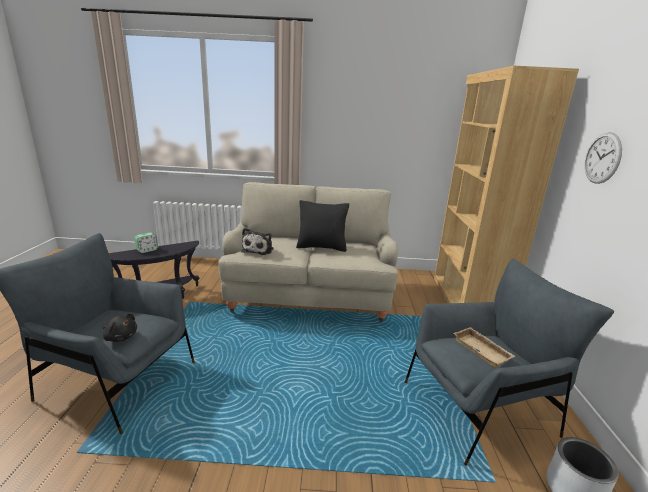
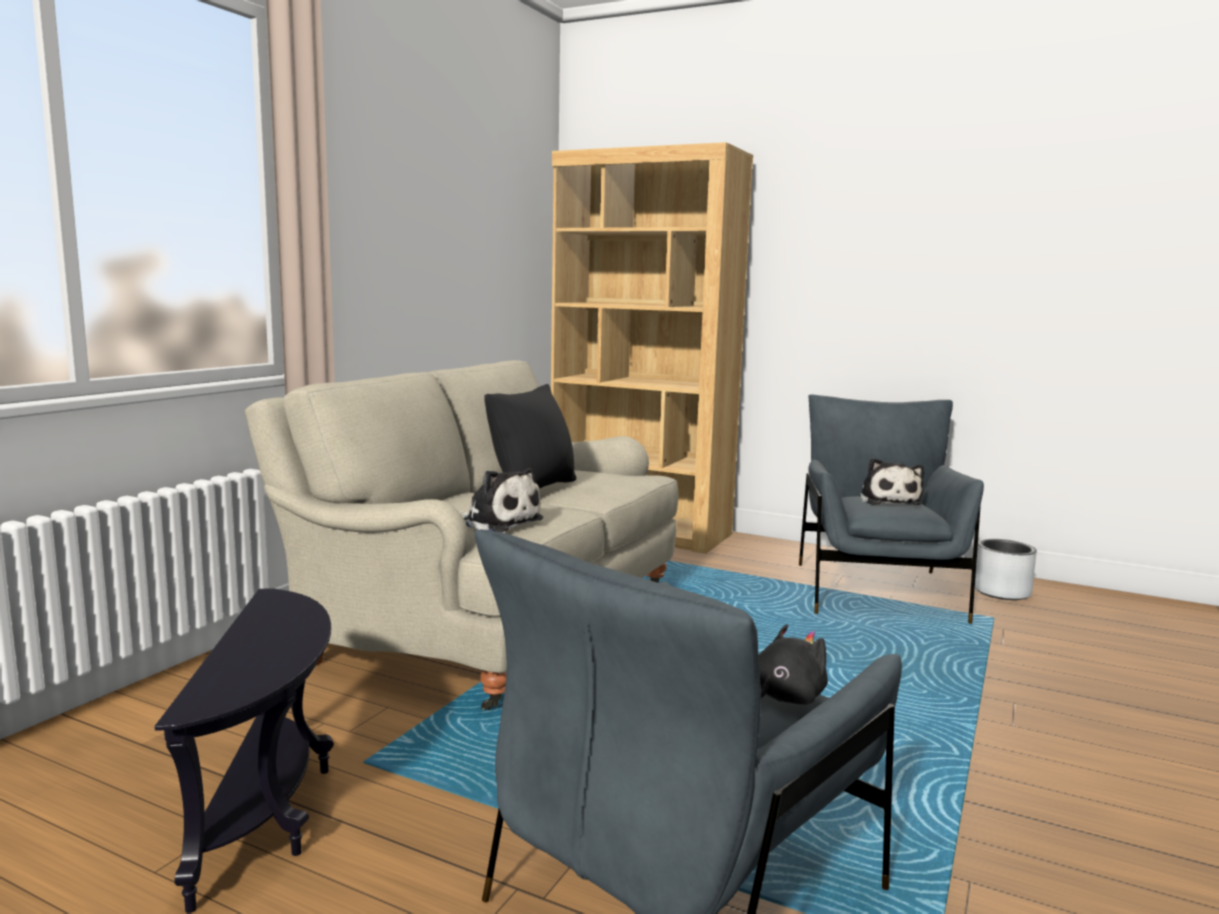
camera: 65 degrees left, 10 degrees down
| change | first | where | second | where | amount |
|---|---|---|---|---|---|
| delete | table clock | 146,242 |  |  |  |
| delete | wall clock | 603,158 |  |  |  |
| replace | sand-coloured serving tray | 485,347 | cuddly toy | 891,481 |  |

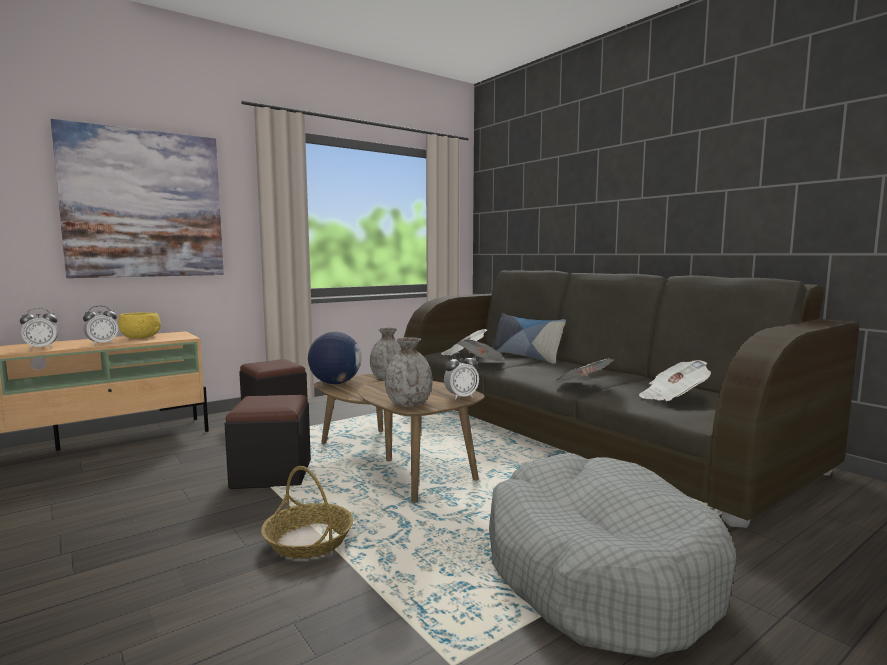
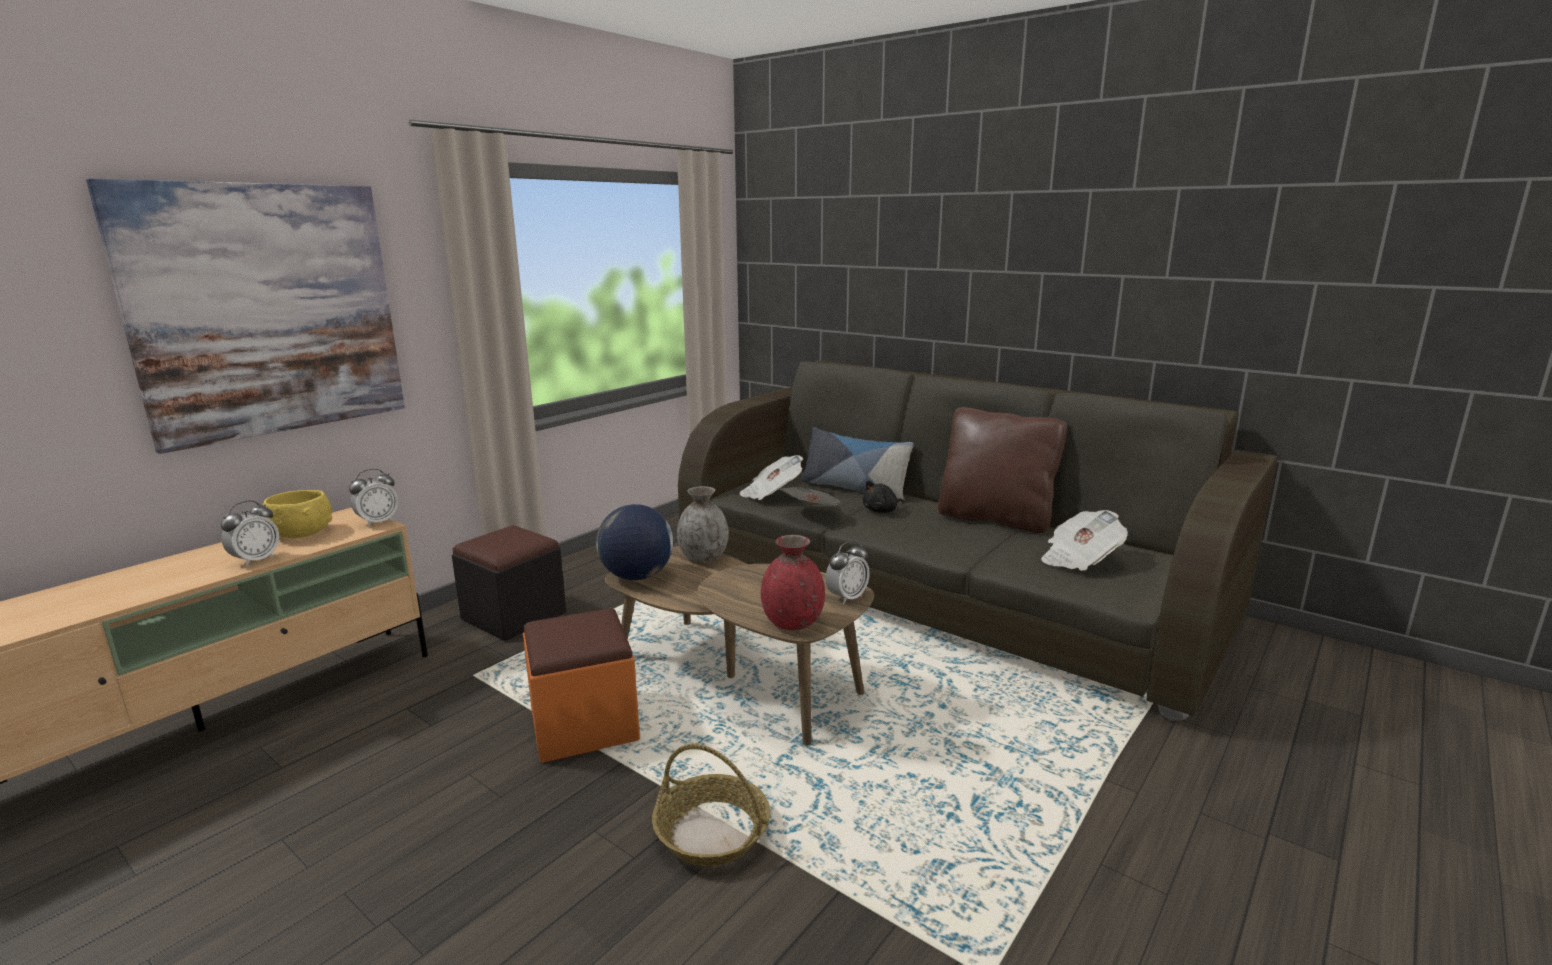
camera: 15 degrees left, 10 degrees up
| change | first | where | second | where | amount |
|---|---|---|---|---|---|
| delete | greyish dog cushion | 612,556 |  |  |  |
| delete | newspaper | 583,370 |  |  |  |
| insert |  |  | black-coloured cuddly toy | 883,496 |  |
| insert |  |  | brownish pillow | 1002,470 |  |
| move | table clock | 39,329 |  | 373,498 |  |
| recolor | black-coloured pouffe | 268,442 | orange-coloured pouffe | 581,686 |  |
| recolor | greyish flower vase | 409,372 | reddish flower vase | 793,582 |  |

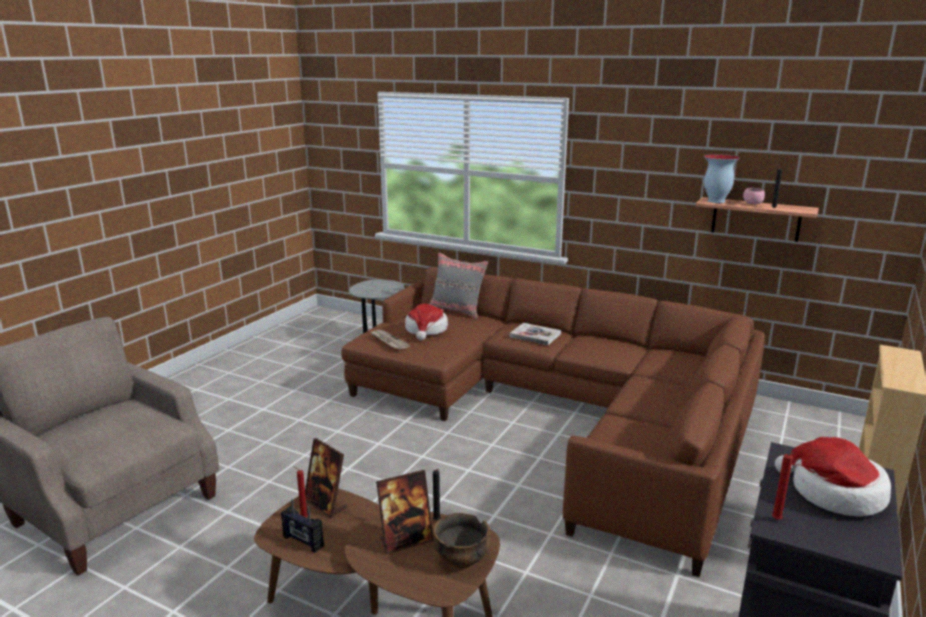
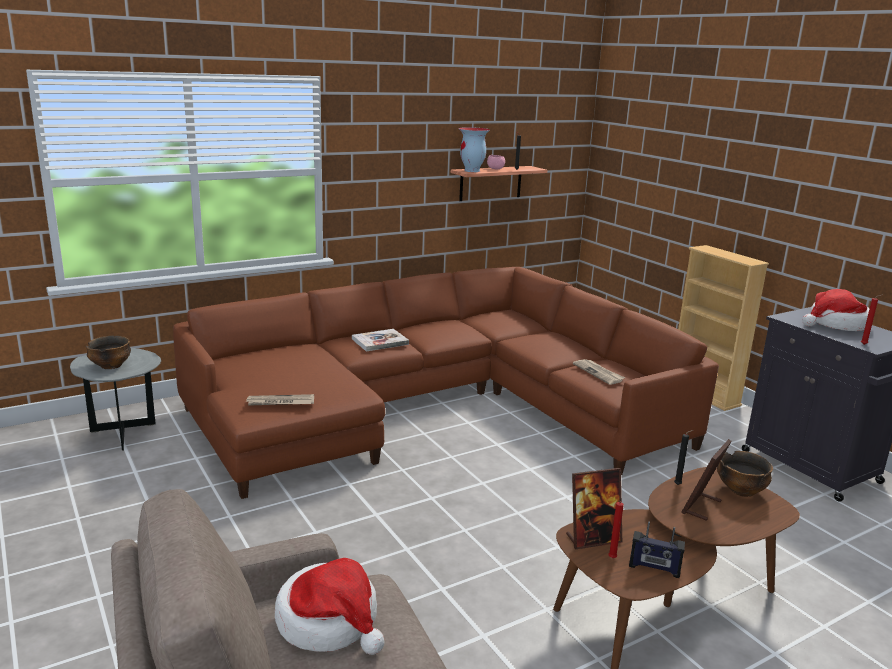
camera: 60 degrees left, 0 degrees up
| change | first | where | second | where | amount |
|---|---|---|---|---|---|
| delete | greyish pillow | 459,285 |  |  |  |
| insert |  |  | bowl | 108,352 |  |
| insert |  |  | newspaper | 599,372 |  |
| move | wearable hat | 426,322 |  | 330,606 |  |
| rotate | radio receiver | 302,526 |  | 657,549 | 45 degrees clockwise |
| rotate | photo frame | 405,512 |  | 706,480 | 150 degrees counterclockwise |

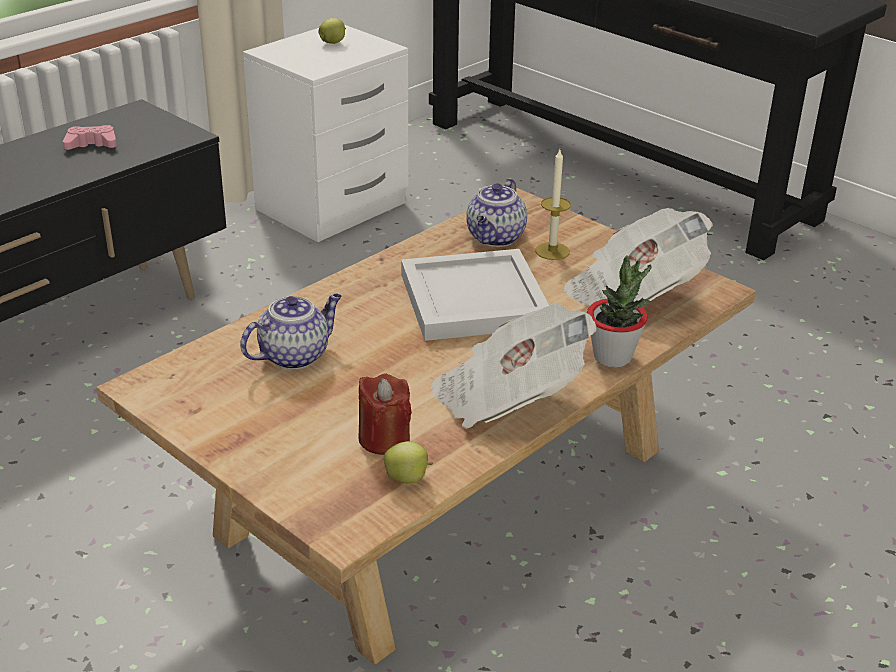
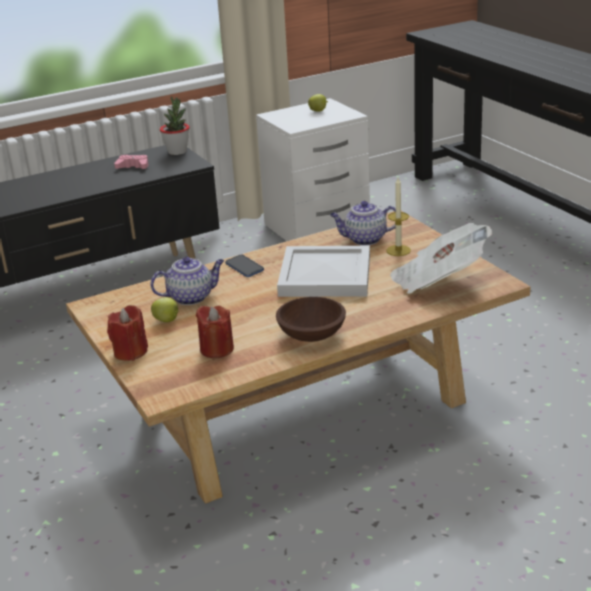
camera: 20 degrees right, 5 degrees down
| change | first | where | second | where | amount |
|---|---|---|---|---|---|
| insert |  |  | reddish wax candle | 127,333 |  |
| insert |  |  | phone | 244,266 |  |
| move | apple | 408,462 |  | 165,309 |  |
| move | potted plant | 619,311 |  | 174,126 |  |
| replace | newspaper | 513,366 | brownish bowl | 311,319 |  |
| rotate | tea pot | 496,212 |  | 363,223 | 45 degrees clockwise |

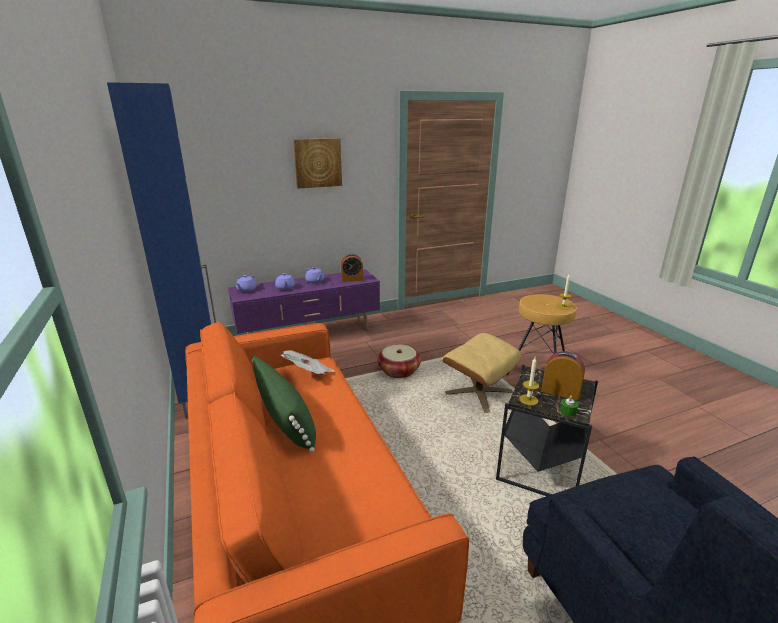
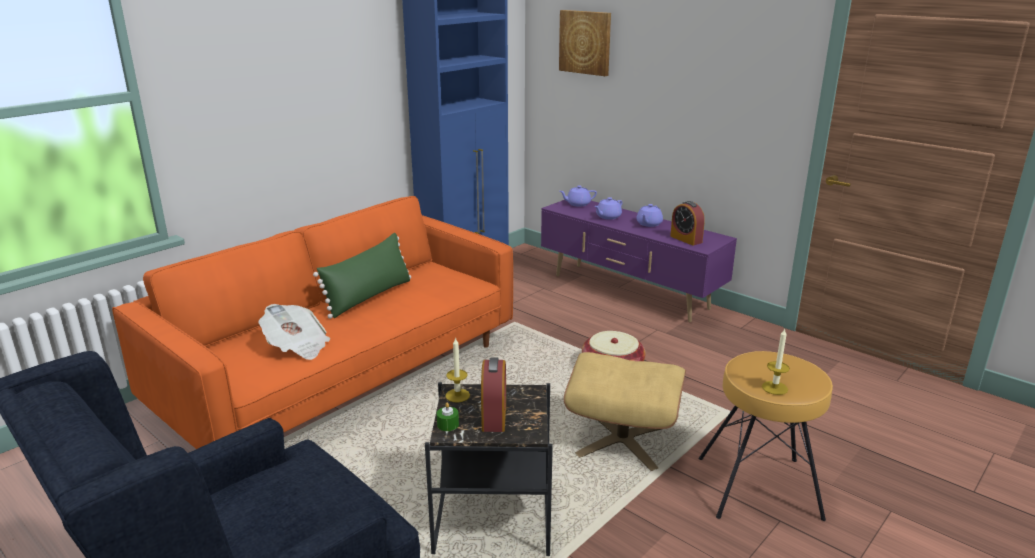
camera: 65 degrees right, 0 degrees up
| change | first | where | second | where | amount |
|---|---|---|---|---|---|
| move | newspaper | 308,362 |  | 294,332 |  |
| move | wall picture | 317,163 |  | 585,43 |  |

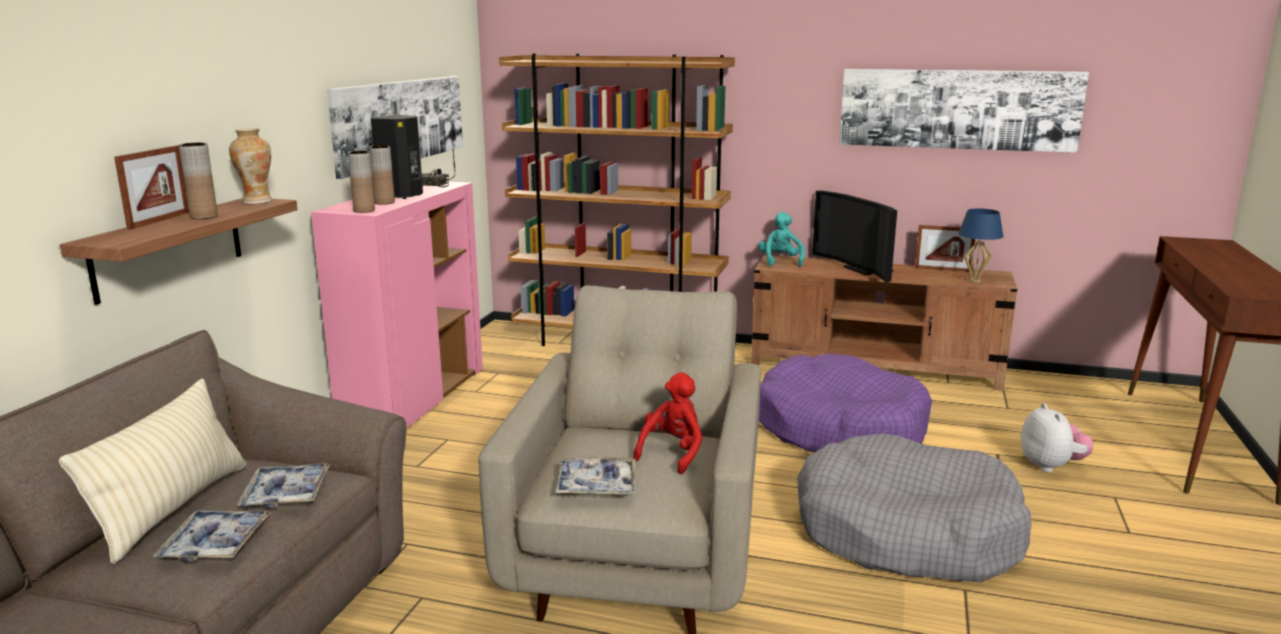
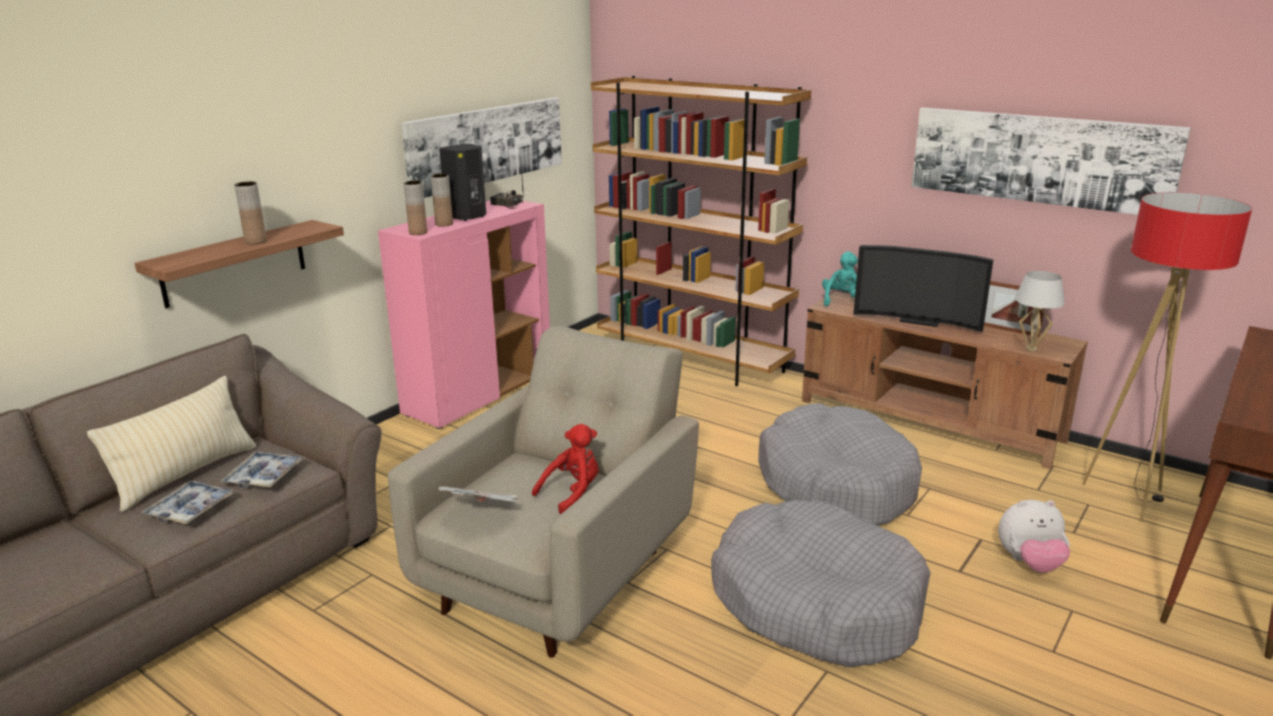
camera: 20 degrees right, 5 degrees up
| change | first | where | second | where | amount |
|---|---|---|---|---|---|
| delete | photo frame | 151,188 |  |  |  |
| delete | flower vase | 250,166 |  |  |  |
| insert |  |  | floor lamp | 1167,357 |  |
| replace | serving tray | 595,476 | newspaper | 478,494 |  |
| recolor | purple dog cushion | 845,403 | greyish dog cushion | 840,464 |  |
| recolor | blue table lamp | 980,245 | white table lamp | 1040,311 |  |
| rotate | television | 854,236 |  | 923,288 | 60 degrees counterclockwise |
| rotate | cuddly toy | 1057,438 |  | 1034,536 | 75 degrees clockwise |

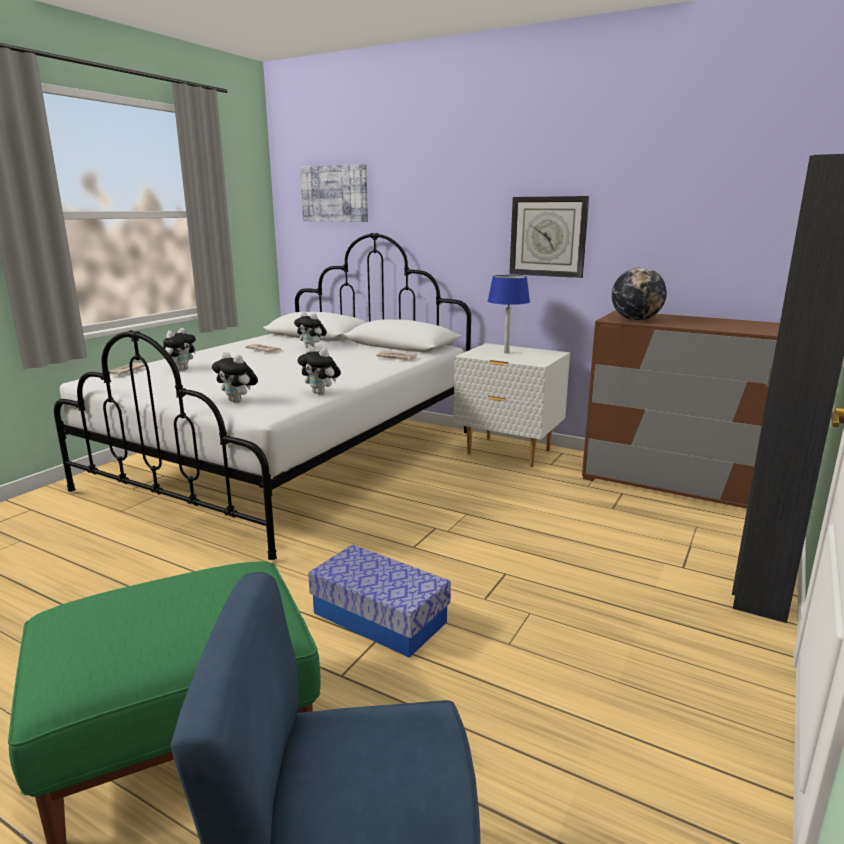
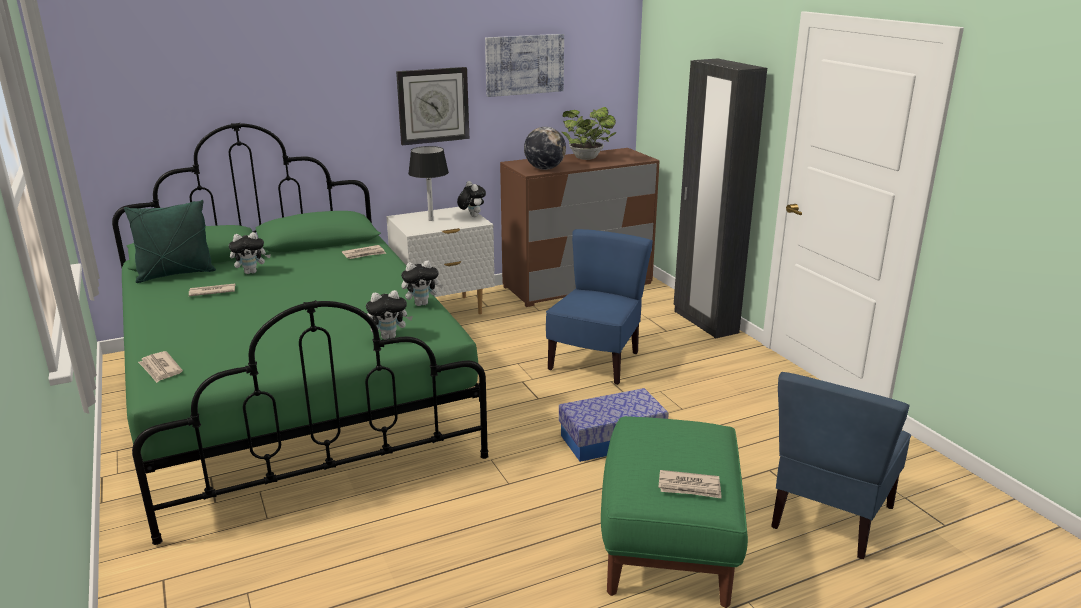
camera: 55 degrees left, 5 degrees up
| change | first | where | second | where | amount |
|---|---|---|---|---|---|
| insert |  |  | greenish pillow | 170,241 |  |
| insert |  |  | blue chair | 599,307 |  |
| insert |  |  | potted plant | 589,133 |  |
| insert |  |  | newspaper | 690,484 |  |
| move | cuddly toy | 179,349 |  | 471,199 |  |
| move | wall picture | 334,193 |  | 524,65 |  |
| recolor | white bedroom bed | 262,396 | greenish bedroom bed | 300,334 |  |
| recolor | blue table lamp | 509,314 | black-coloured table lamp | 428,183 |  |

